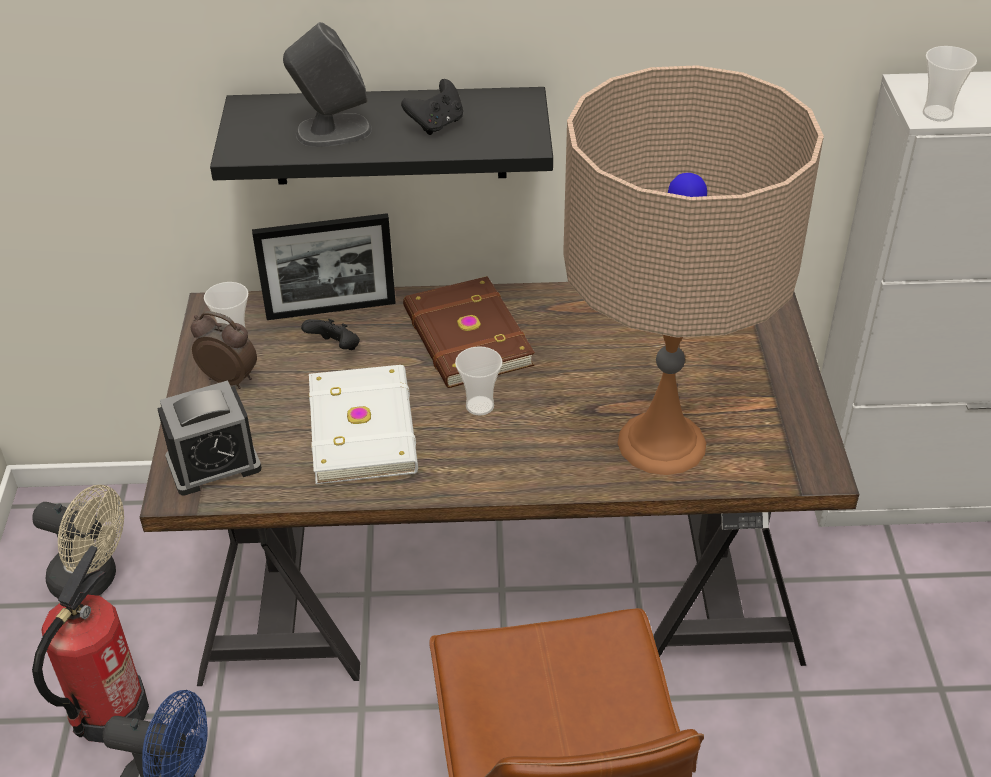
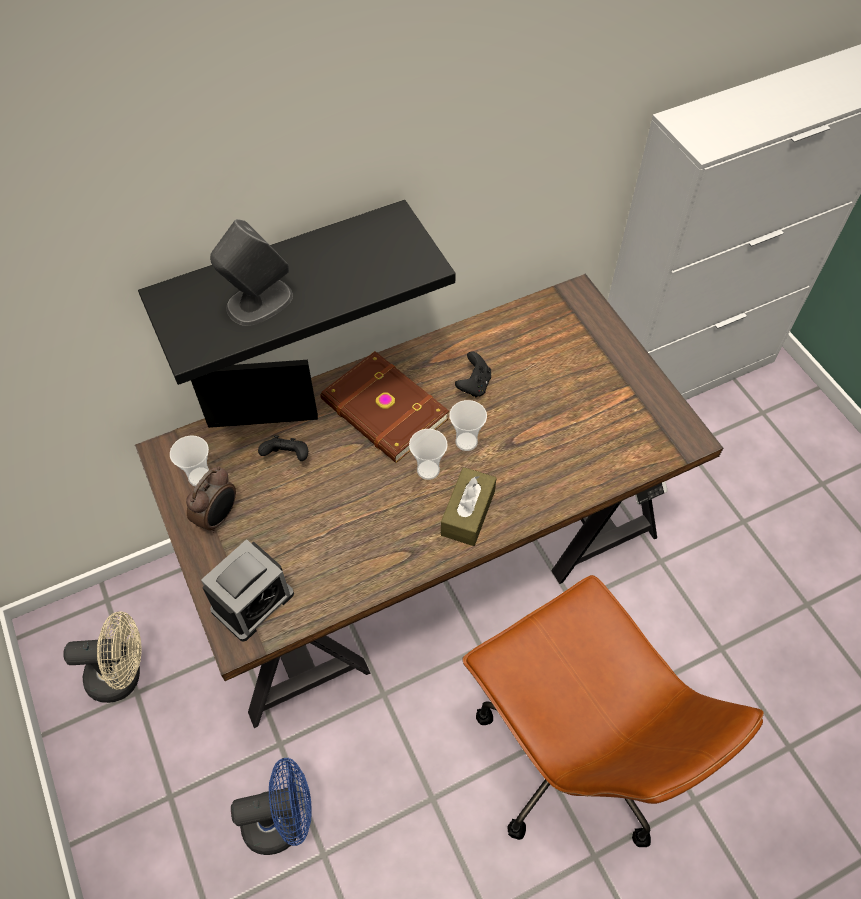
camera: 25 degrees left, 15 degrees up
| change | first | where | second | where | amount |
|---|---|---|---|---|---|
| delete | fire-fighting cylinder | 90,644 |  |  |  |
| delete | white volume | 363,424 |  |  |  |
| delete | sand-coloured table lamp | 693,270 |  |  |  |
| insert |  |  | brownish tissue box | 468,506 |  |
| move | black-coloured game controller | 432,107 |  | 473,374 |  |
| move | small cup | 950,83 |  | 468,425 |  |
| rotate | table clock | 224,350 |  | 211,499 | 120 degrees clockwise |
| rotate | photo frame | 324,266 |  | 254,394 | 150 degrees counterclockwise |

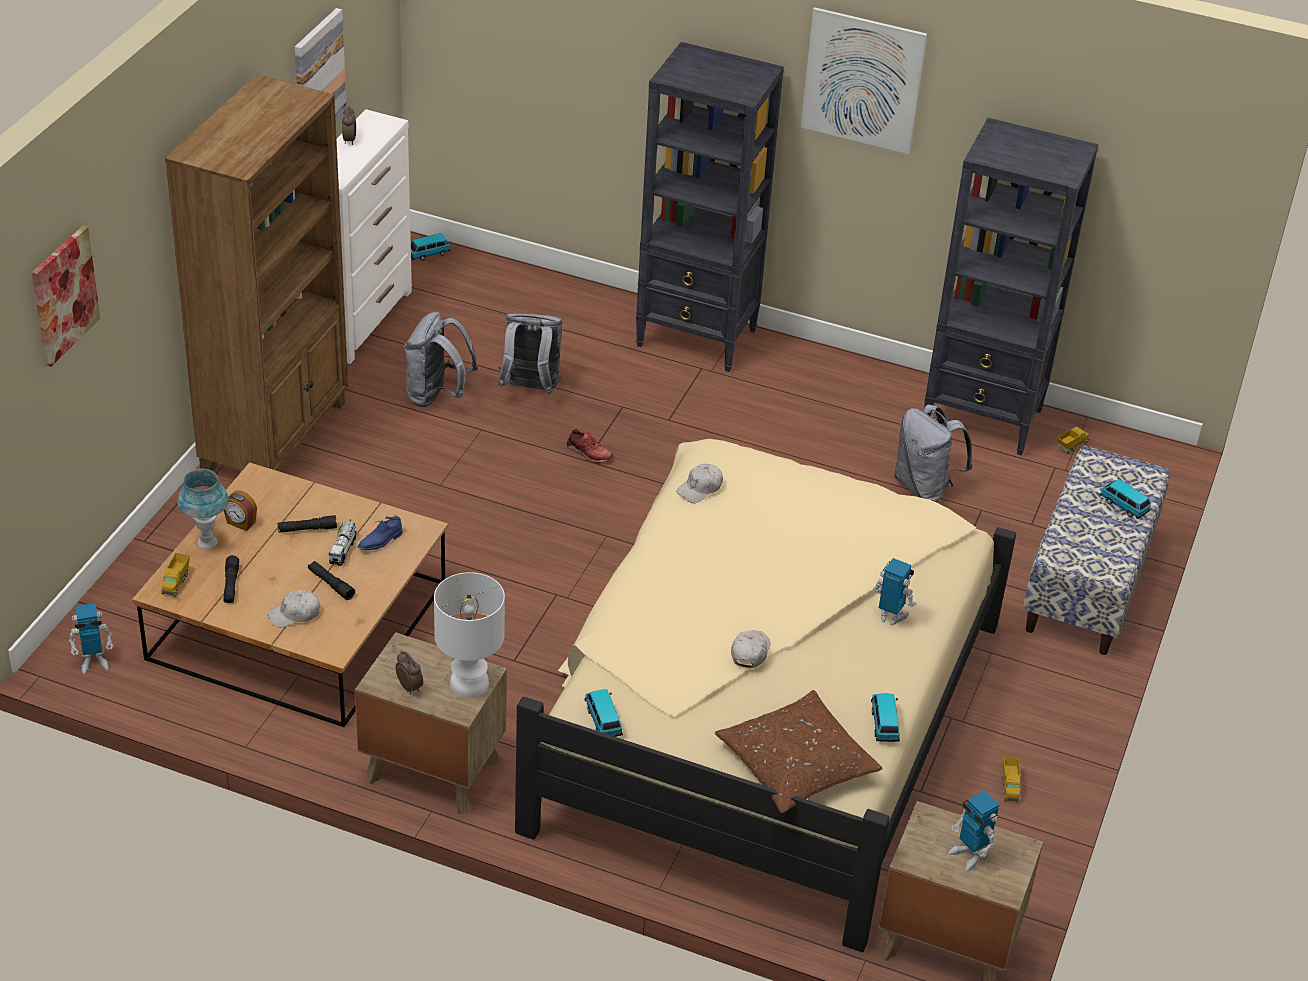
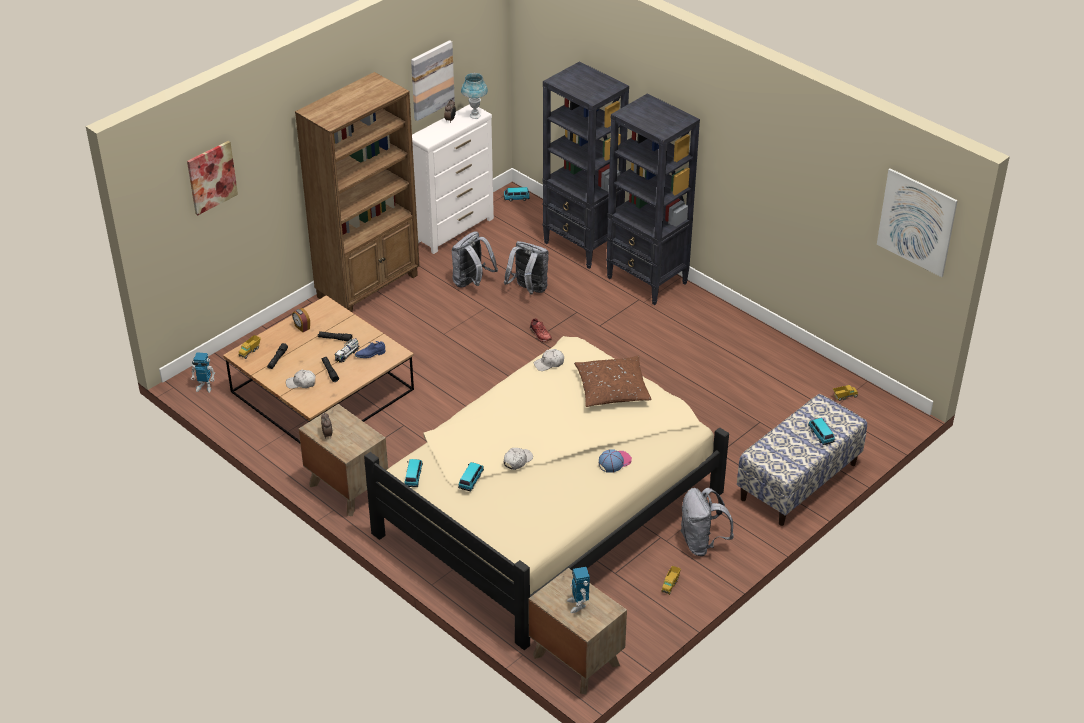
camera: 25 degrees right, 0 degrees up
| change | first | where | second | where | amount |
|---|---|---|---|---|---|
| delete | white table lamp | 469,635 |  |  |  |
| move | blue table lamp | 203,509 |  | 474,96 |  |
| move | brownish pillow | 798,751 |  | 612,381 |  |
| move | wall picture | 864,80 |  | 917,222 |  |
| move | toy car | 885,718 |  | 471,476 |  |
| move | greyish backpack | 933,453 |  | 707,522 |  |
| move | black-coloured shelving unit | 1011,287 |  | 586,165 |  |
| replace | model robot | 894,591 | baseball cap | 615,461 |  |

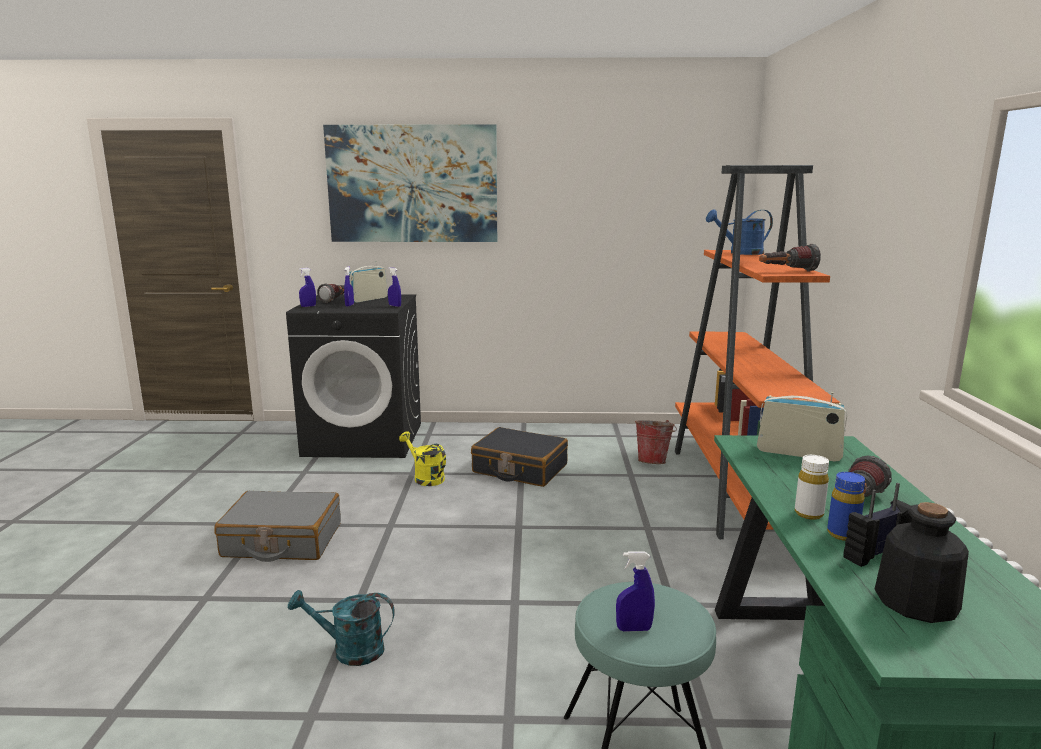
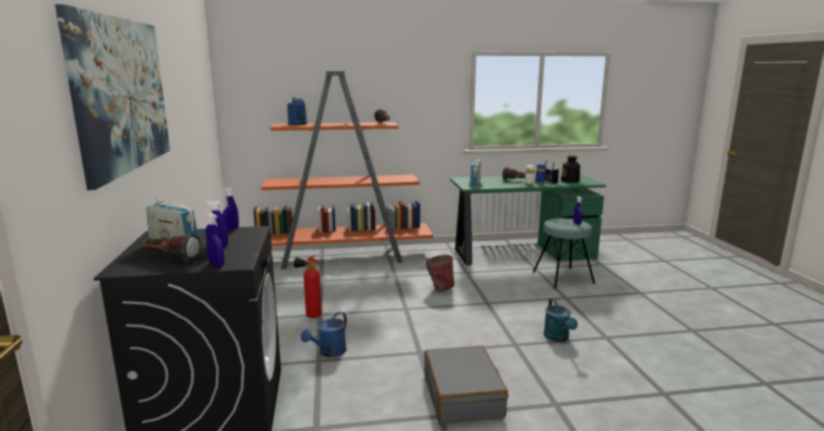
camera: 100 degrees left, 0 degrees up
| change | first | where | second | where | amount |
|---|---|---|---|---|---|
| move | pail | 656,442 |  | 440,273 |  |
| replace | black-coloured suitcase | 519,457 | fire-fighting cylinder | 308,286 |  |
| recolor | yellow-coloured watering can | 422,458 | blue watering can | 324,334 |  |

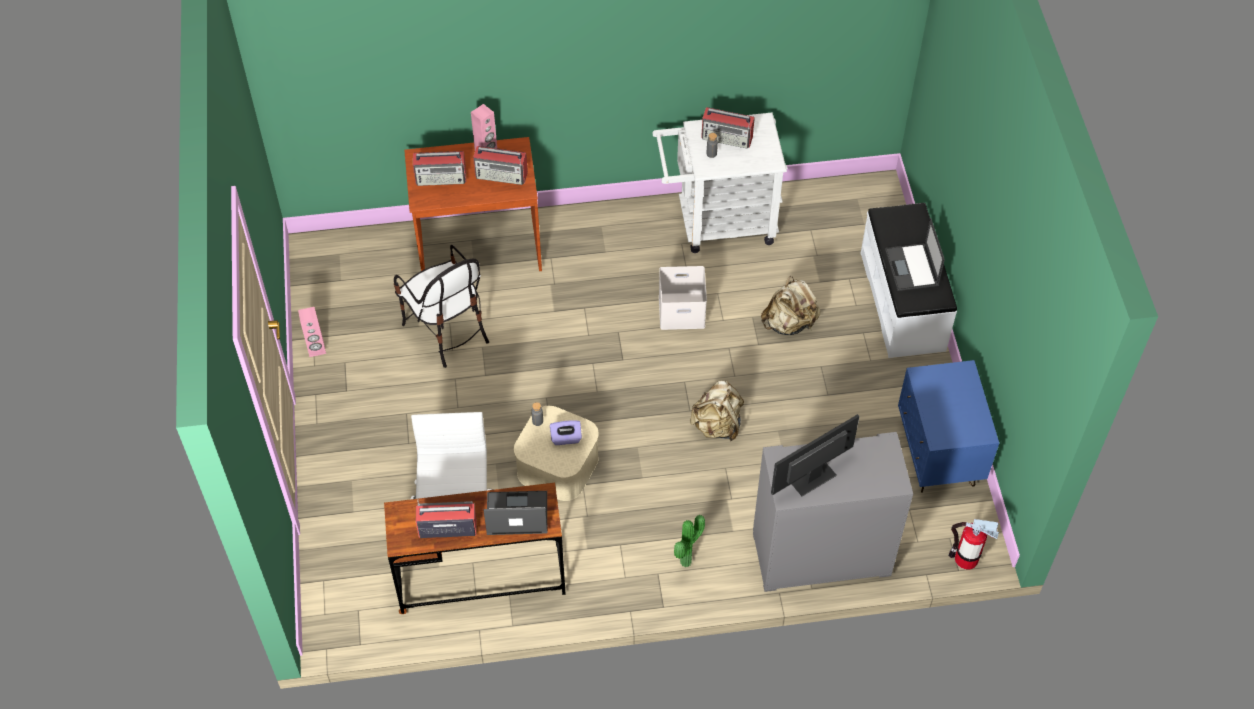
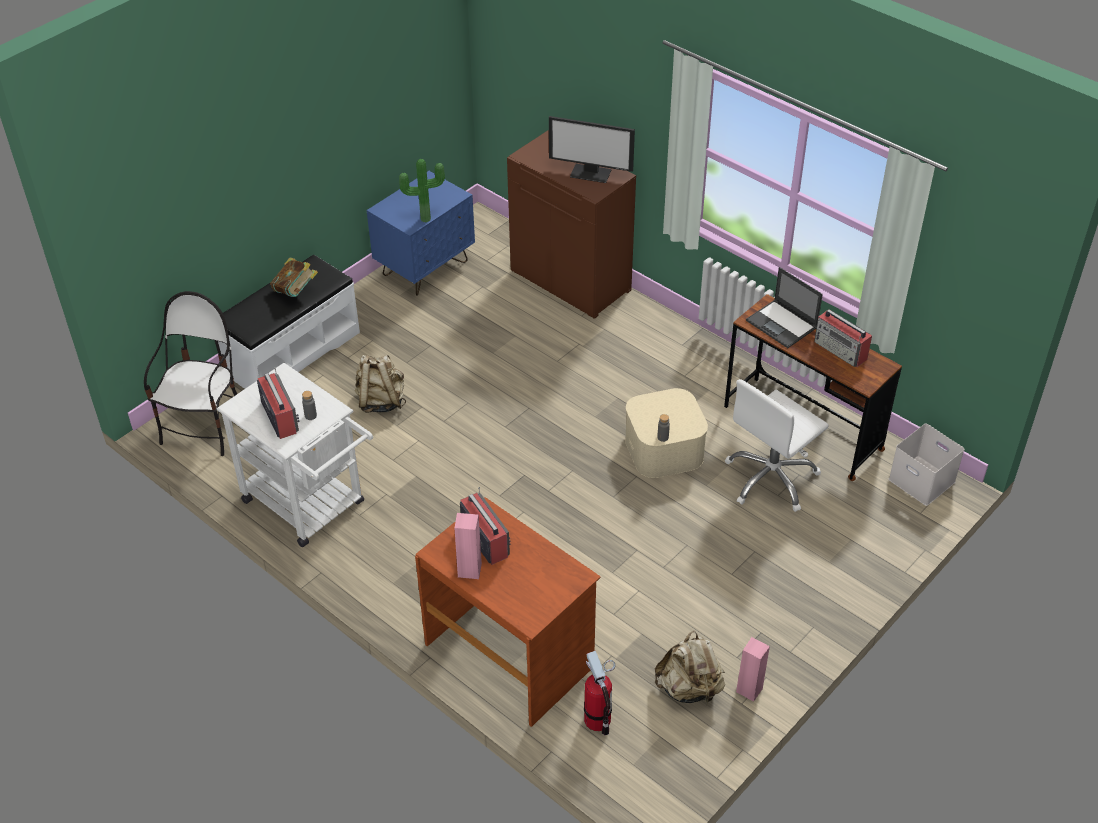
camera: 130 degrees left, 10 degrees down
| change | first | where | second | where | amount |
|---|---|---|---|---|---|
| delete | radio receiver | 439,168 |  |  |  |
| delete | purple tissue box | 566,432 |  |  |  |
| move | chair | 441,306 |  | 190,373 |  |
| move | white storage box | 683,298 |  | 927,464 |  |
| move | potted plant | 689,541 |  | 422,191 |  |
| move | sand-coloured backpack | 717,411 |  | 690,667 |  |
| move | fire-fighting cylinder | 973,544 |  | 600,693 |  |
| replace | notebook computer | 915,254 | volume | 294,277 |  |
| recolor | greyish cupboard | 833,512 | brownish cupboard | 571,224 |  |

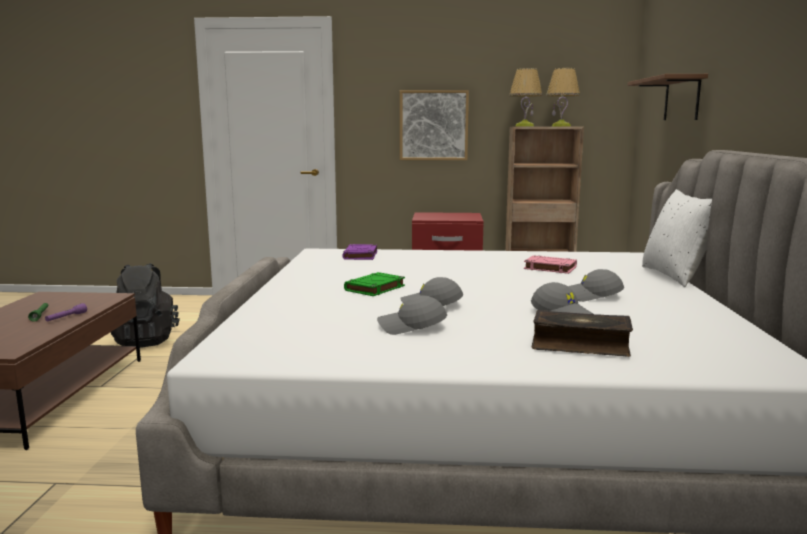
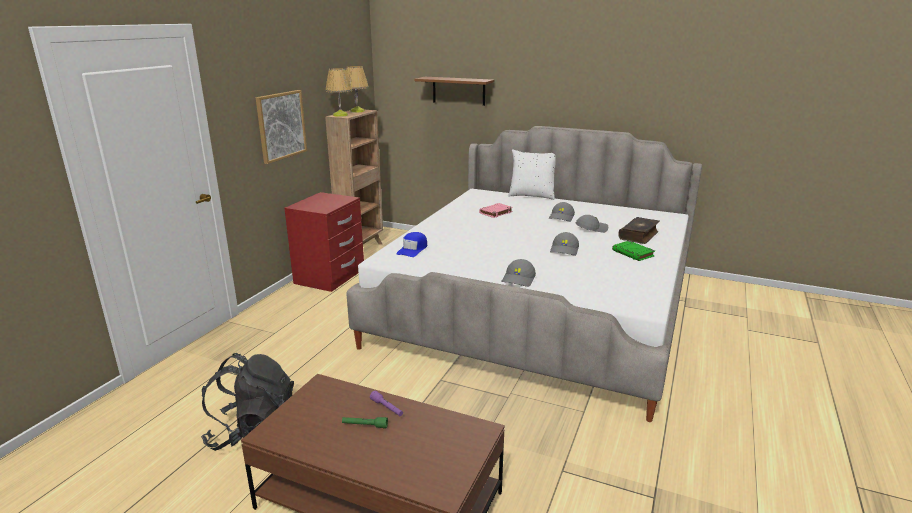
camera: 70 degrees left, 10 degrees up
| change | first | where | second | where | amount |
|---|---|---|---|---|---|
| move | greenish volume | 374,284 |  | 633,251 |  |
| move | greyish baseball cap | 412,315 |  | 518,273 |  |
| replace | purple volume | 359,252 | blue baseball cap | 411,244 |  |

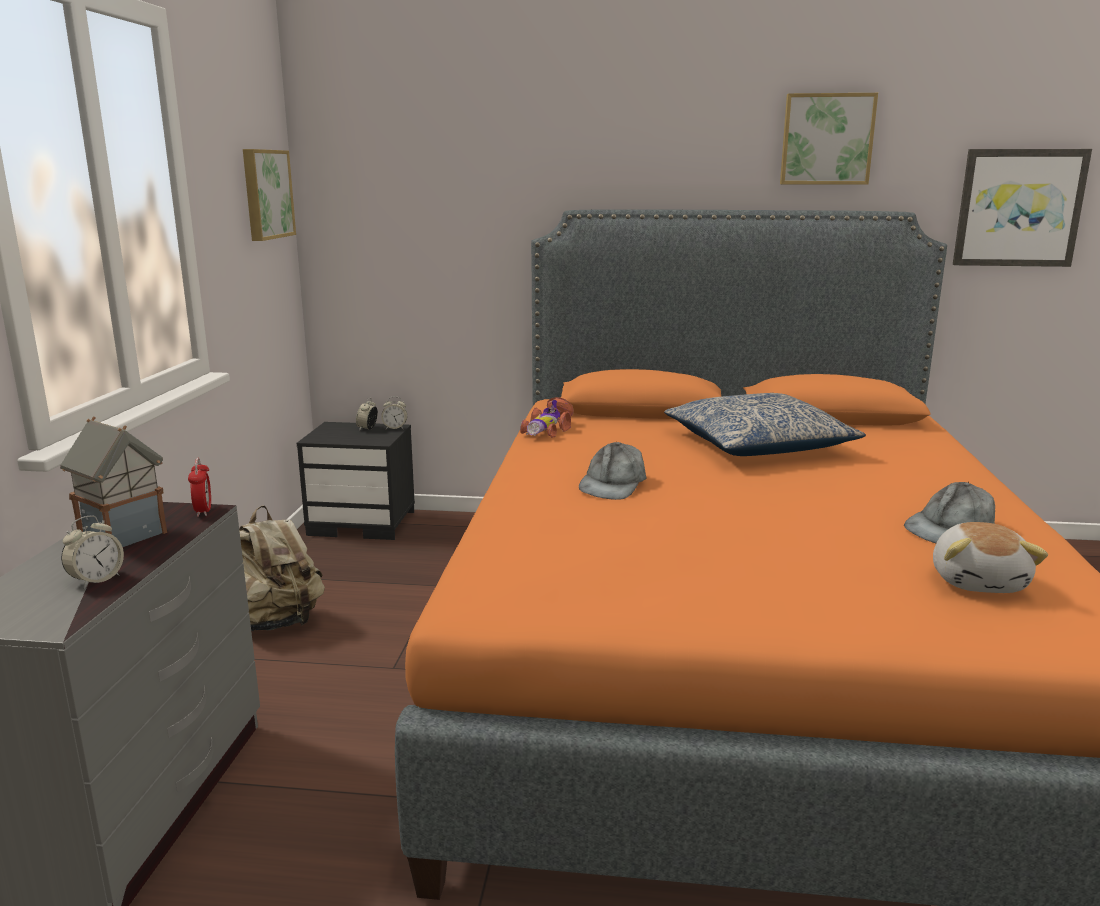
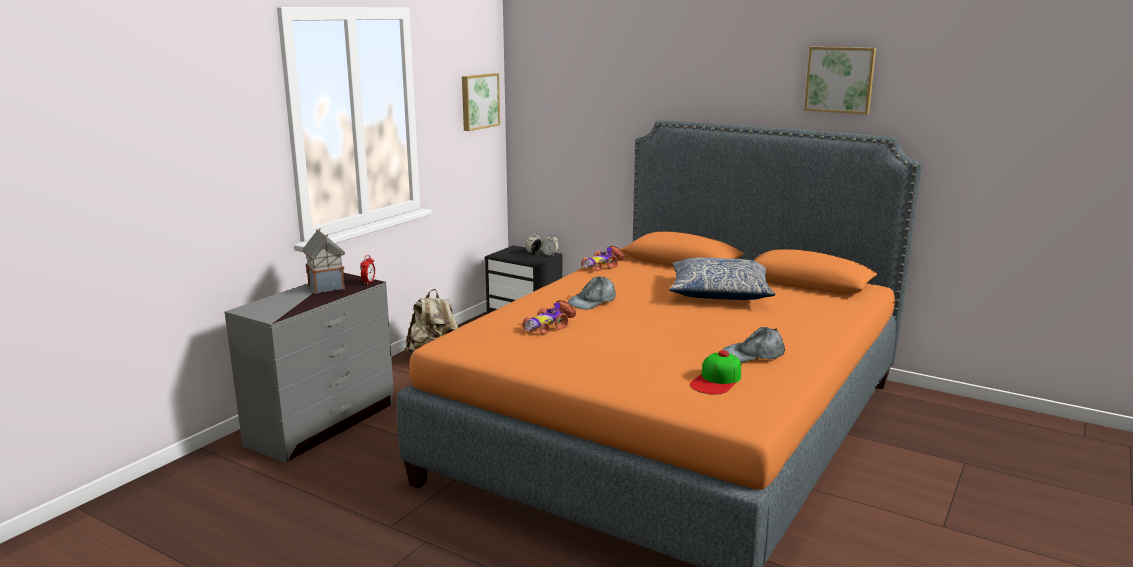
camera: 25 degrees right, 0 degrees up
| change | first | where | second | where | amount |
|---|---|---|---|---|---|
| delete | table clock | 92,552 |  |  |  |
| delete | wall picture | 1022,208 |  |  |  |
| insert |  |  | toy car | 549,317 |  |
| replace | cuddly toy | 990,557 | baseball cap | 715,373 |  |

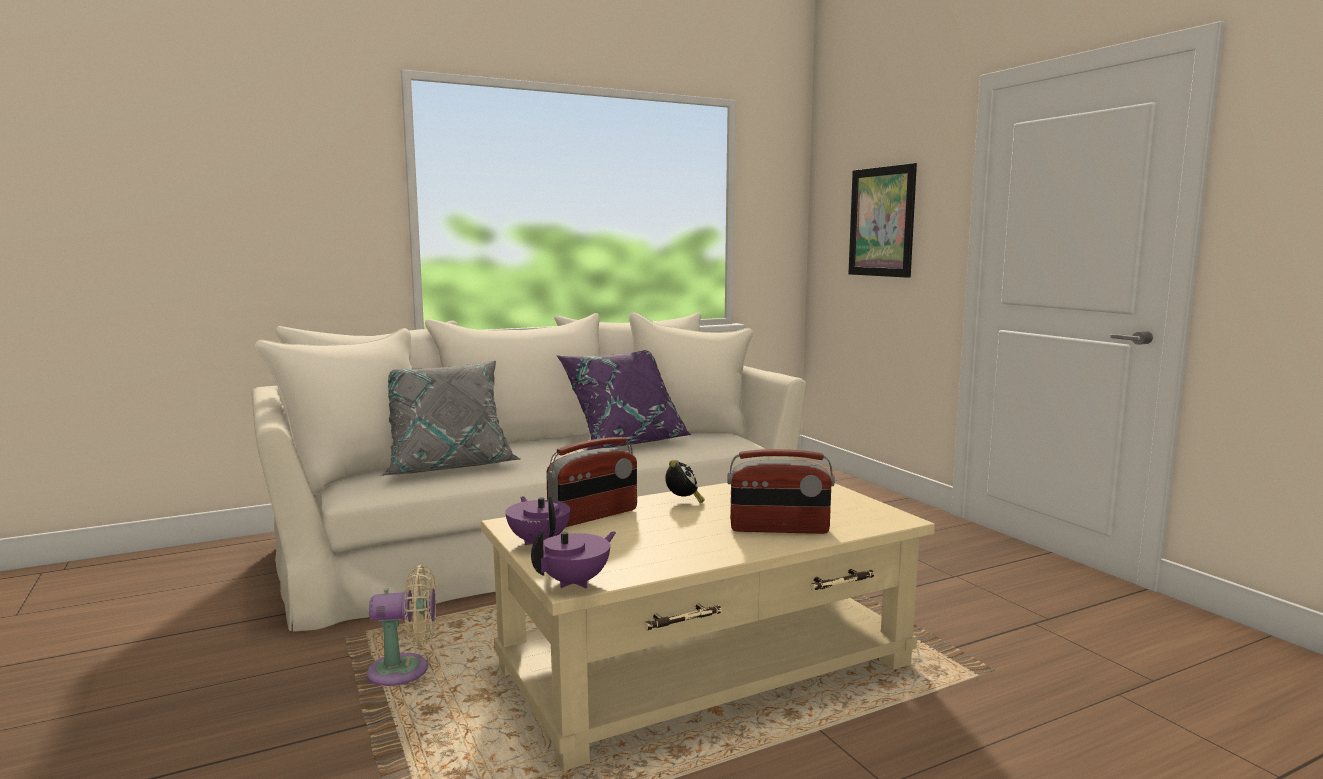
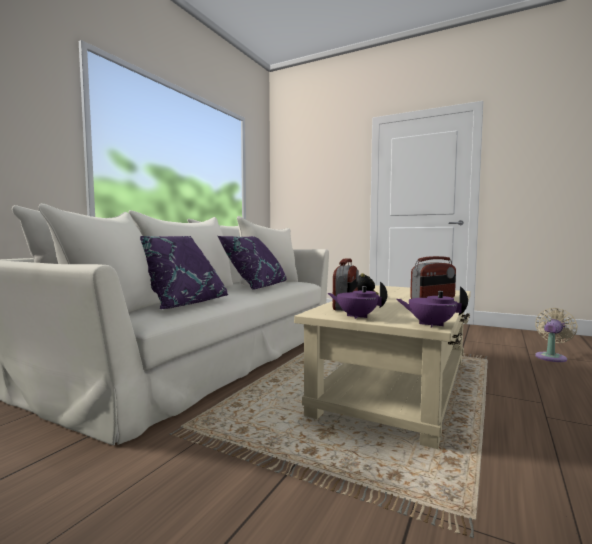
camera: 35 degrees left, 5 degrees down
| change | first | where | second | where | amount |
|---|---|---|---|---|---|
| delete | wall picture | 882,220 |  |  |  |
| move | sand-coloured electric fan | 401,626 |  | 556,335 |  |
| recolor | greyish pillow | 451,418 | purple pillow | 184,272 |  |
| rotate | purple tea pot | 573,559 |  | 432,306 | 75 degrees counterclockwise |

